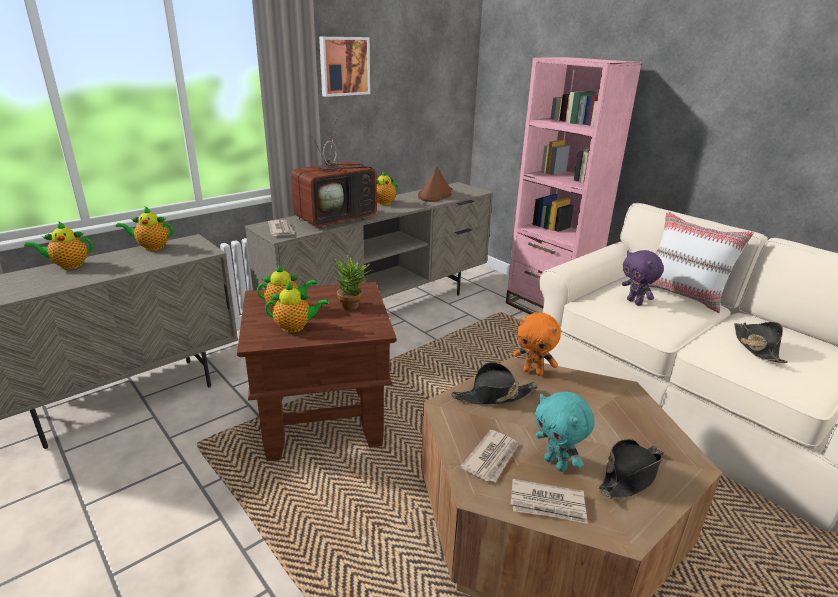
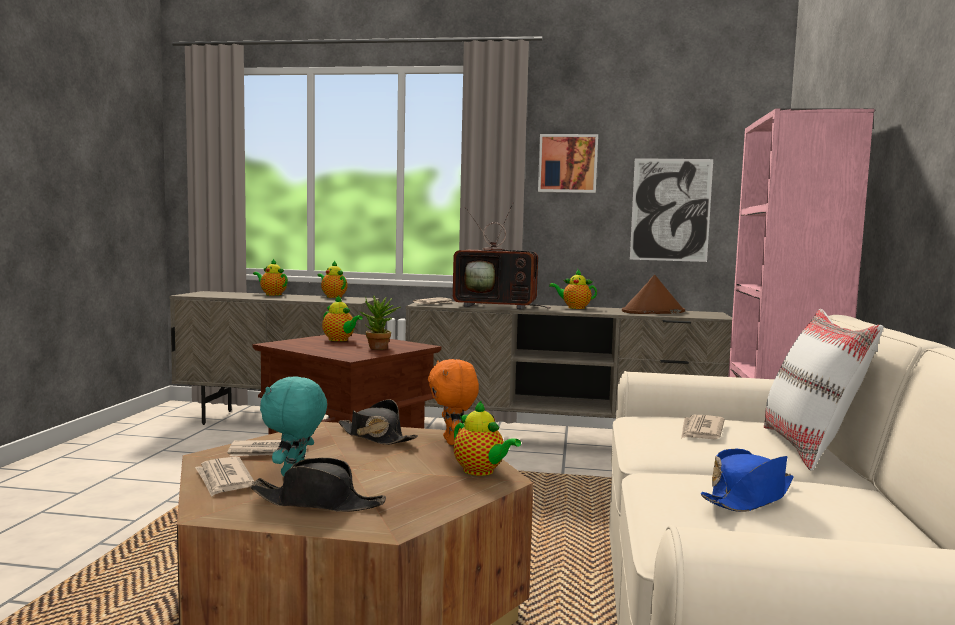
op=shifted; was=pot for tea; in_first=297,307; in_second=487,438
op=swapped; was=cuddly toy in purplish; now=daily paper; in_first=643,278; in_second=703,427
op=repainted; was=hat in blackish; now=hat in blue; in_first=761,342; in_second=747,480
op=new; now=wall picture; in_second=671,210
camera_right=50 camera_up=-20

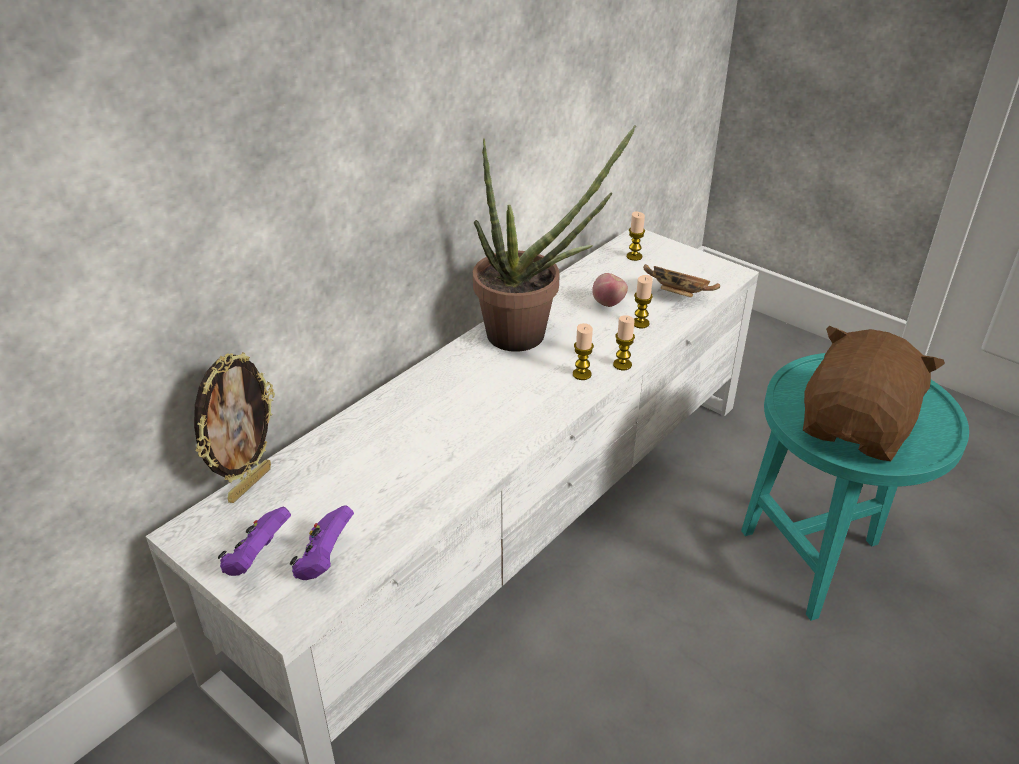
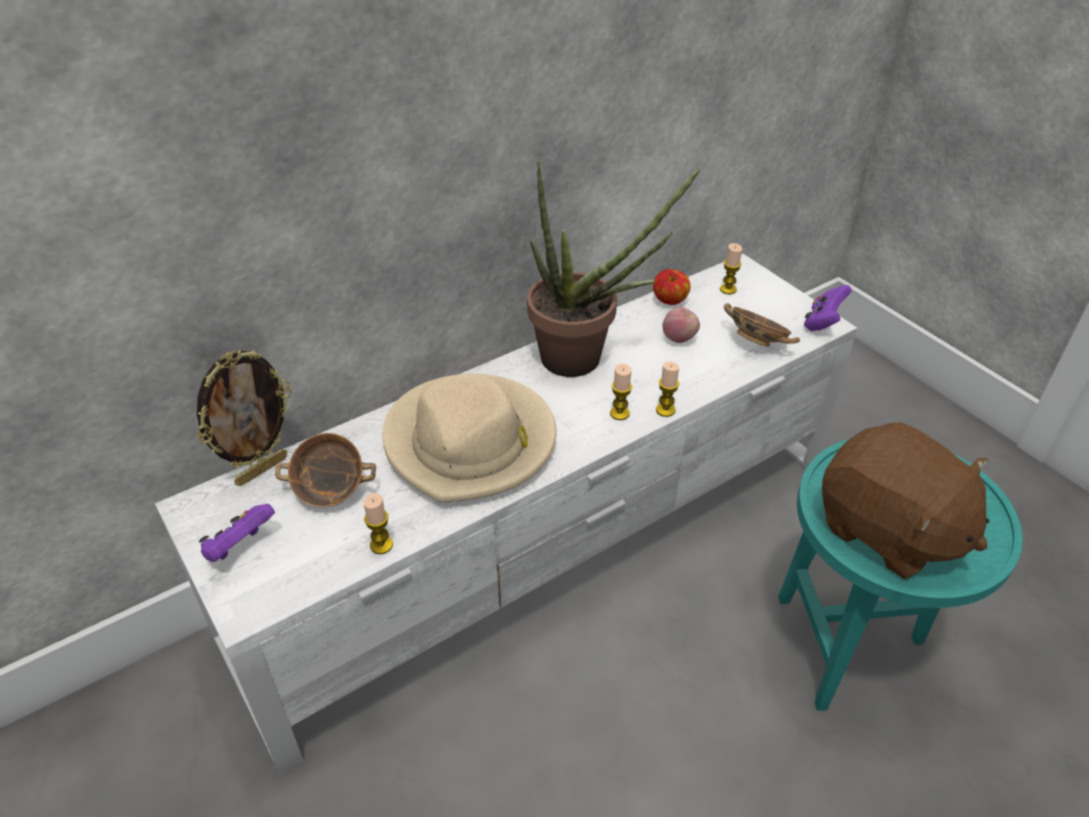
op=shifted; was=game controller in purplish; in_first=322,542; in_second=828,308
op=shifted; was=wax candle; in_first=643,301; in_second=378,523
op=rotated; was=cuddly toy in brownish; in_first=874,393; in_second=905,500; clockwise=90
op=new; now=bowl; in_second=325,470
op=new; now=hat in sand-coloured; in_second=470,438
op=new; now=apple fruit; in_second=672,287
camera_right=15 camera_up=5

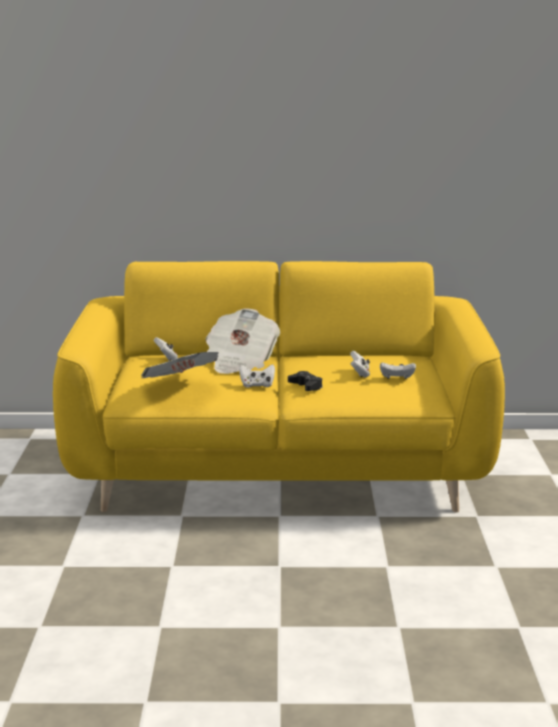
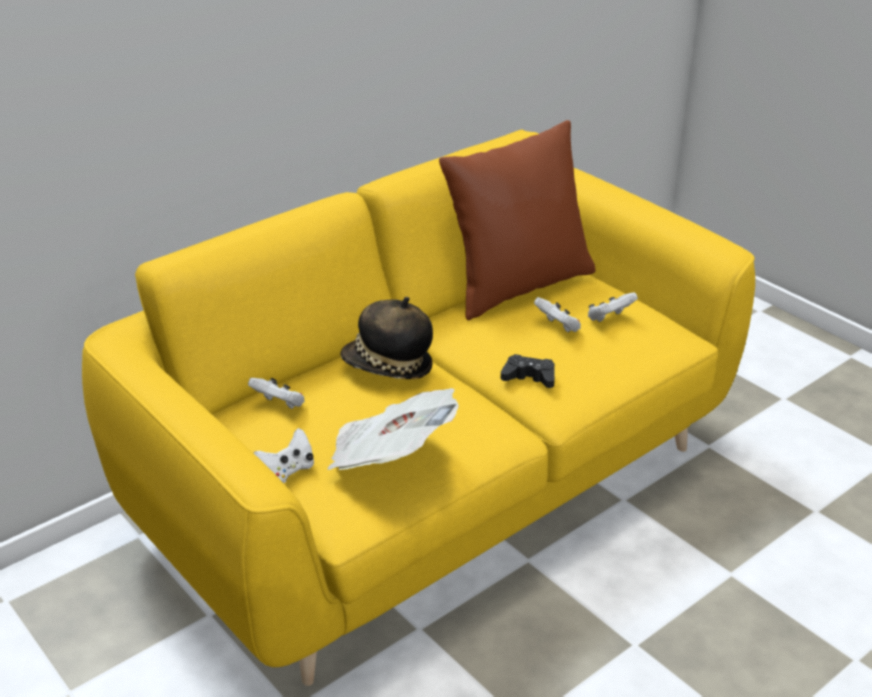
op=swapped; was=daily paper; now=hat; in_first=242,341; in_second=386,338
op=shifted; was=game controller in whitish; in_first=257,376; in_second=284,455
op=new; now=pillow in brownish; in_second=517,220
camera_right=-40 camera_up=15

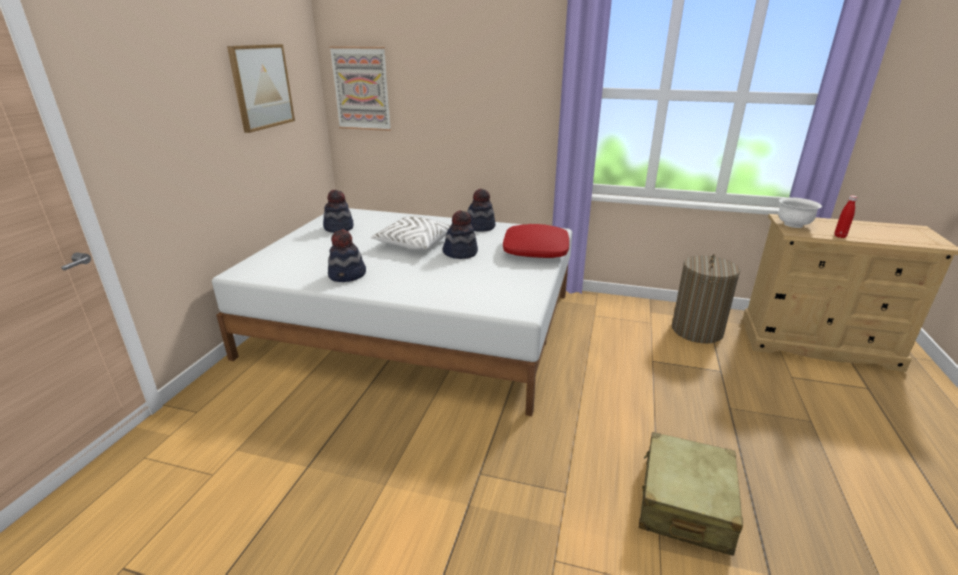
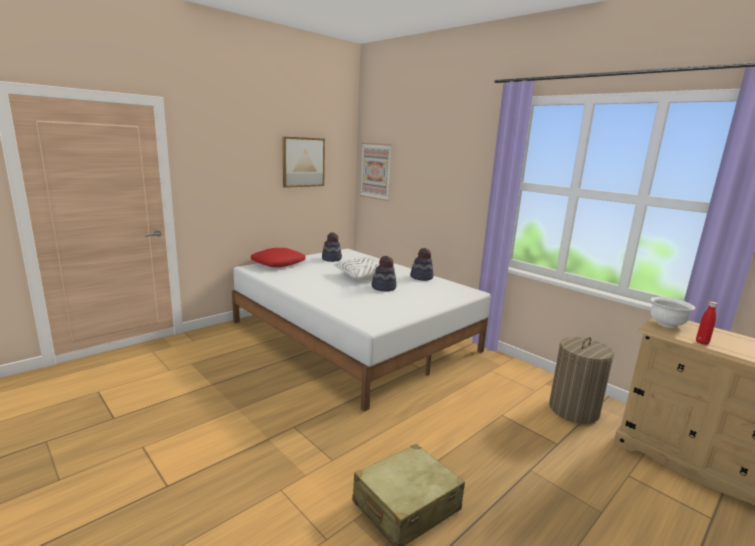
op=gone; was=hat; in_first=347,255
op=shifted; was=pillow in red; in_first=536,241; in_second=278,257
camera_right=30 camera_up=-10

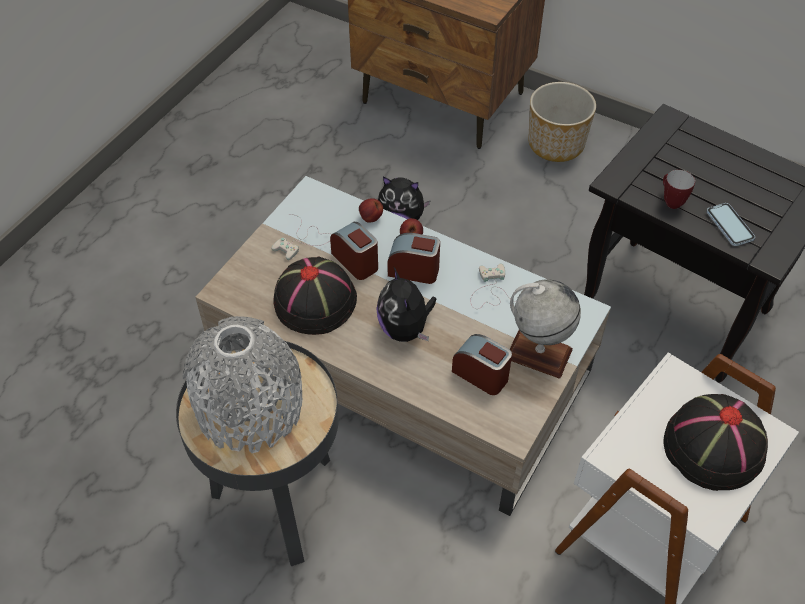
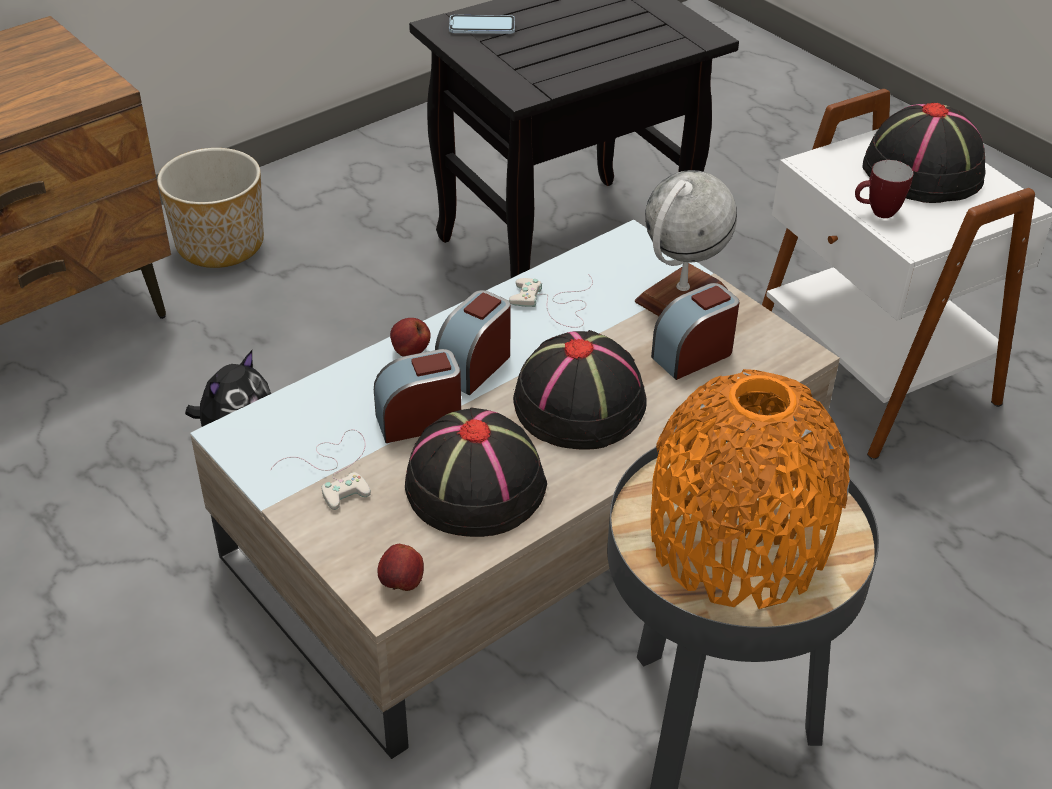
op=repainted; was=flower vase in grey; now=flower vase in orange-coloured; in_first=242,384; in_second=750,489
op=shifted; was=apple fruit; in_first=371,210; in_second=400,567
op=swapped; was=cuddly toy; now=hat in blackish; in_first=407,304; in_second=579,390
op=shifted; was=mug; in_first=679,189; in_second=884,189
op=shifted; was=handset; in_first=731,224; in_second=482,24
camera_right=-70 camera_up=-10

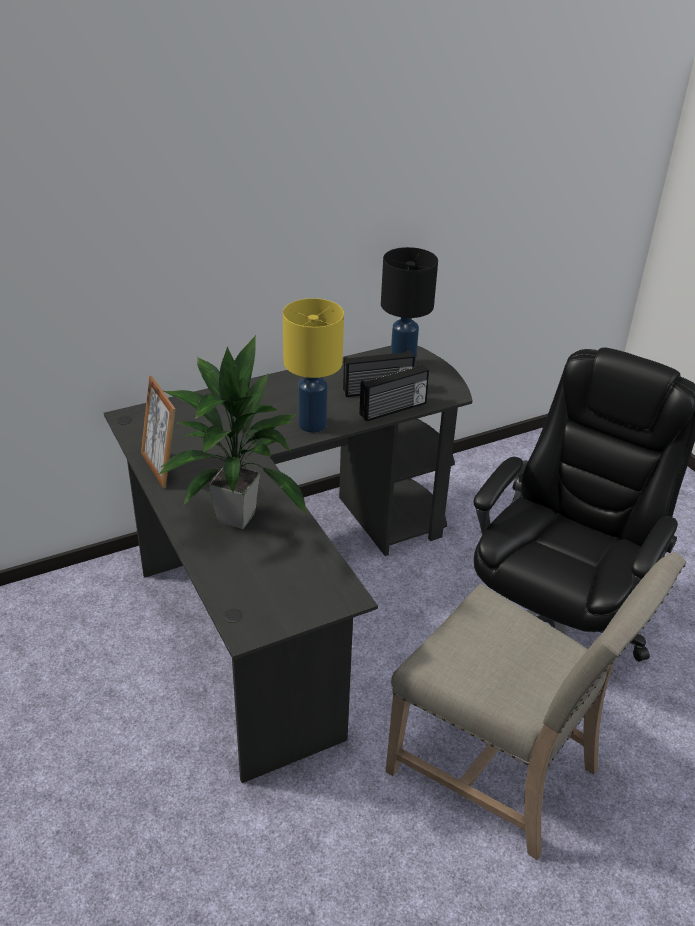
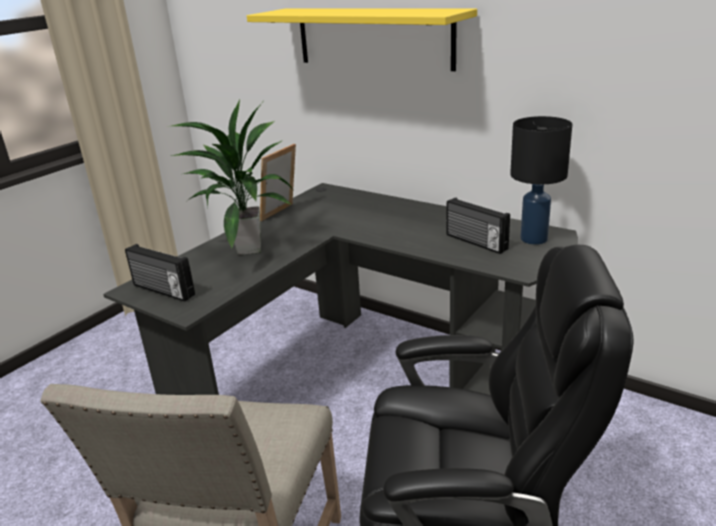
op=gone; was=tabletop lamp in yellow; in_first=313,365
op=shifted; was=radio set; in_first=394,393; in_second=160,273
op=new; now=shelf in yellow; in_second=362,40
camera_right=65 camera_up=-10

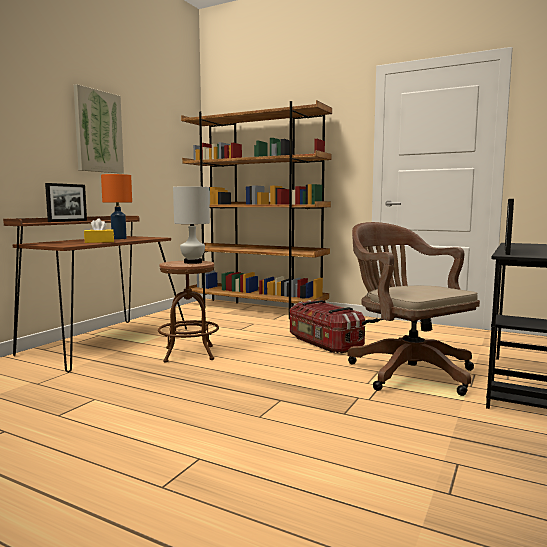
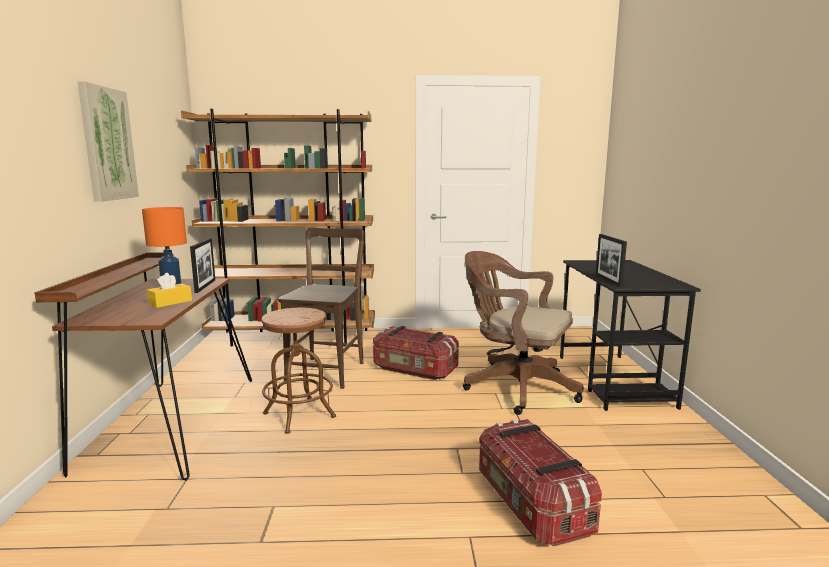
op=shifted; was=standing frame; in_first=66,202; in_second=202,265
op=gone; was=tabletop lamp in whitish; in_first=191,225
op=new; now=plain chair in brownish; in_second=321,308
op=new; now=storage container; in_second=540,482
camera_right=-30 camera_up=5

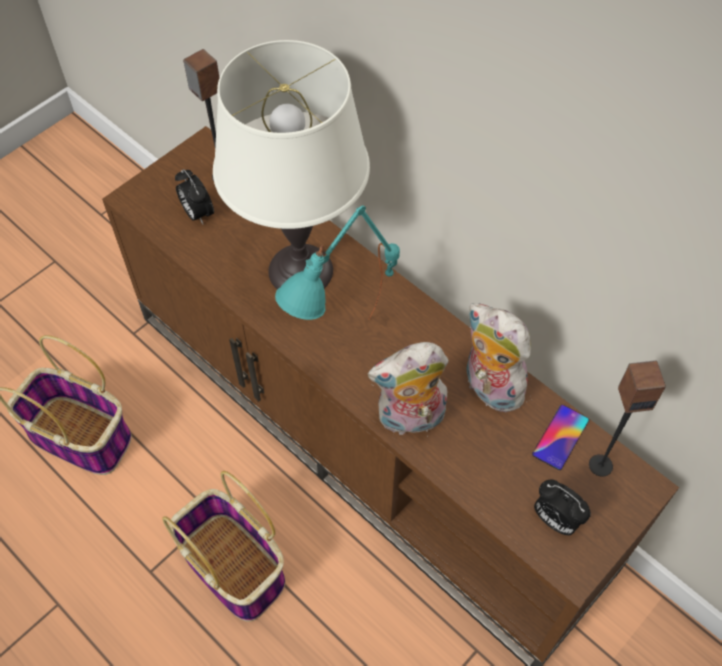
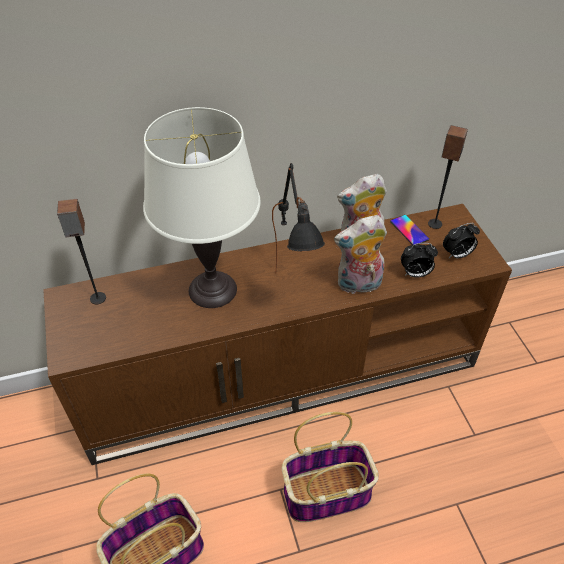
op=shifted; was=alarm clock; in_first=194,196; in_second=419,260
op=repainted; was=tabletop lamp in turquoise-coloured; now=tabletop lamp in blackish; in_first=337,262; in_second=298,218
op=rotated; was=cuddly toy; in_first=408,389; in_second=360,254; clockwise=60
camera_right=-60 camera_up=-10

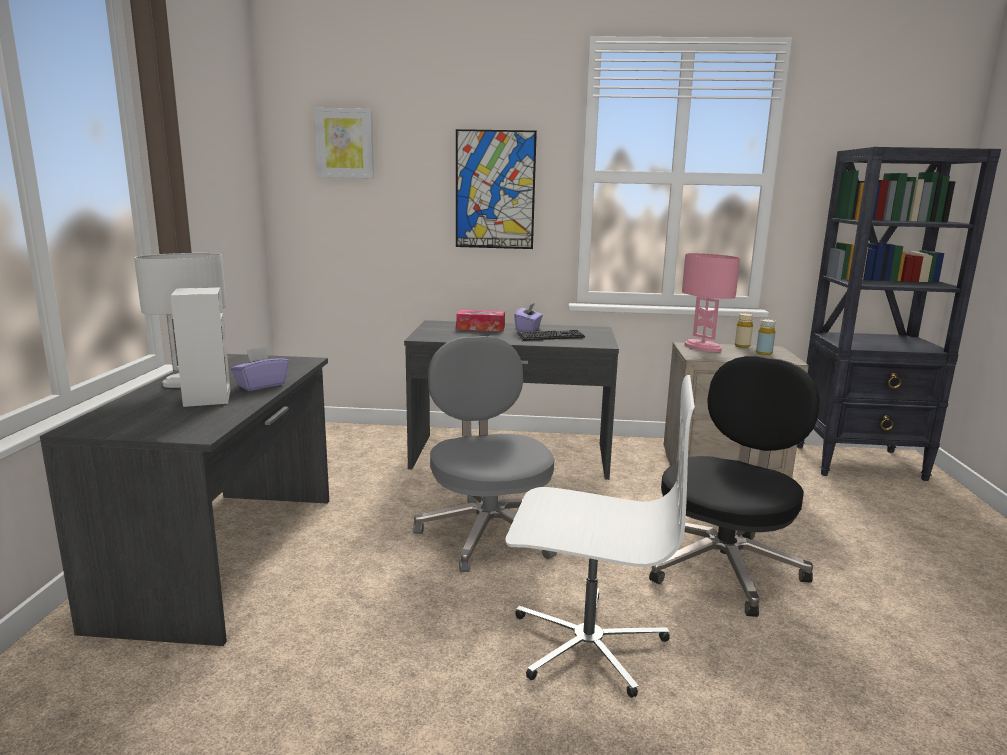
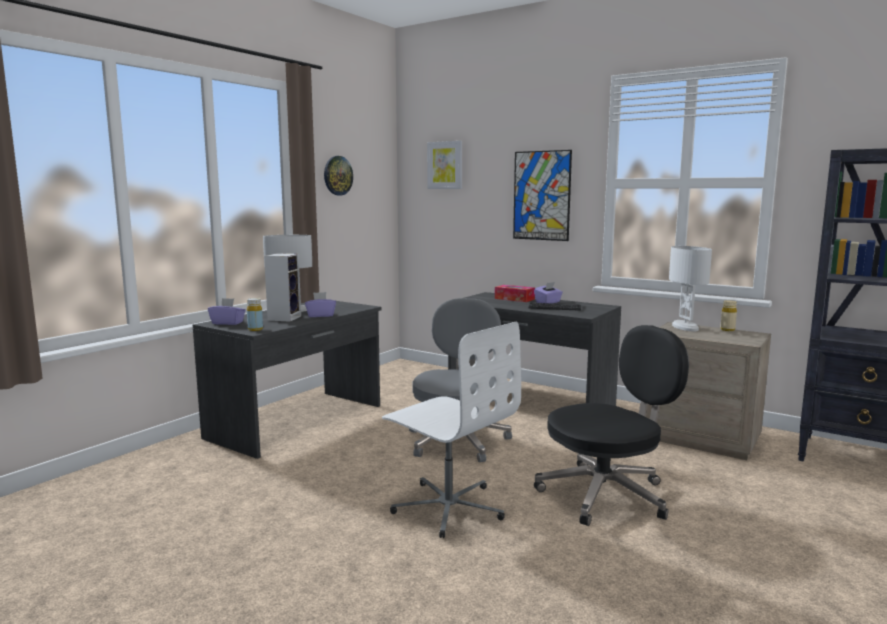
op=repainted; was=tabletop lamp in pink-coloured; now=tabletop lamp in whitish; in_first=711,302; in_second=690,288
op=shifted; was=bottle in yellow; in_first=766,337; in_second=255,314
op=new; now=box of tissues in purplish; in_second=227,311
op=new; now=hanging clock; in_second=338,175
camera_right=30 camera_up=-5

